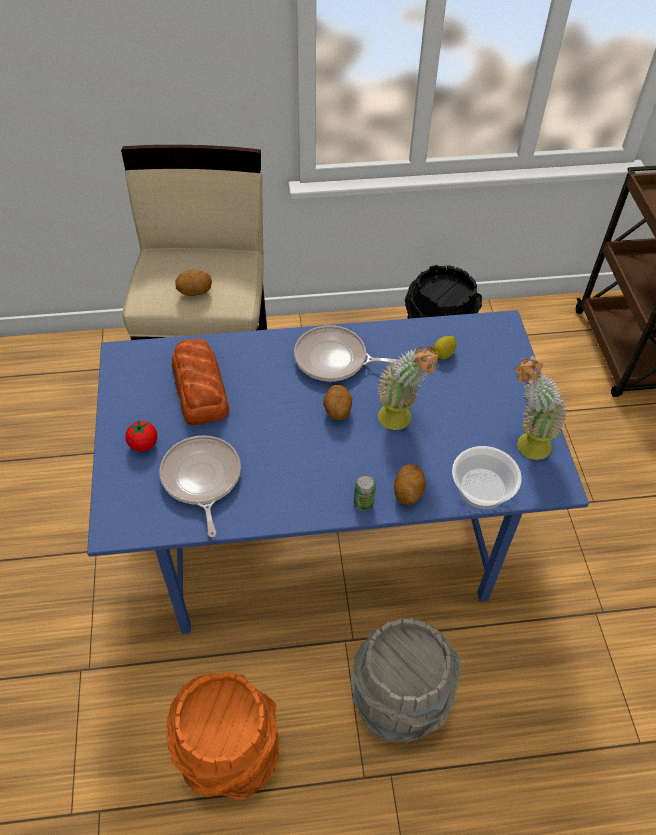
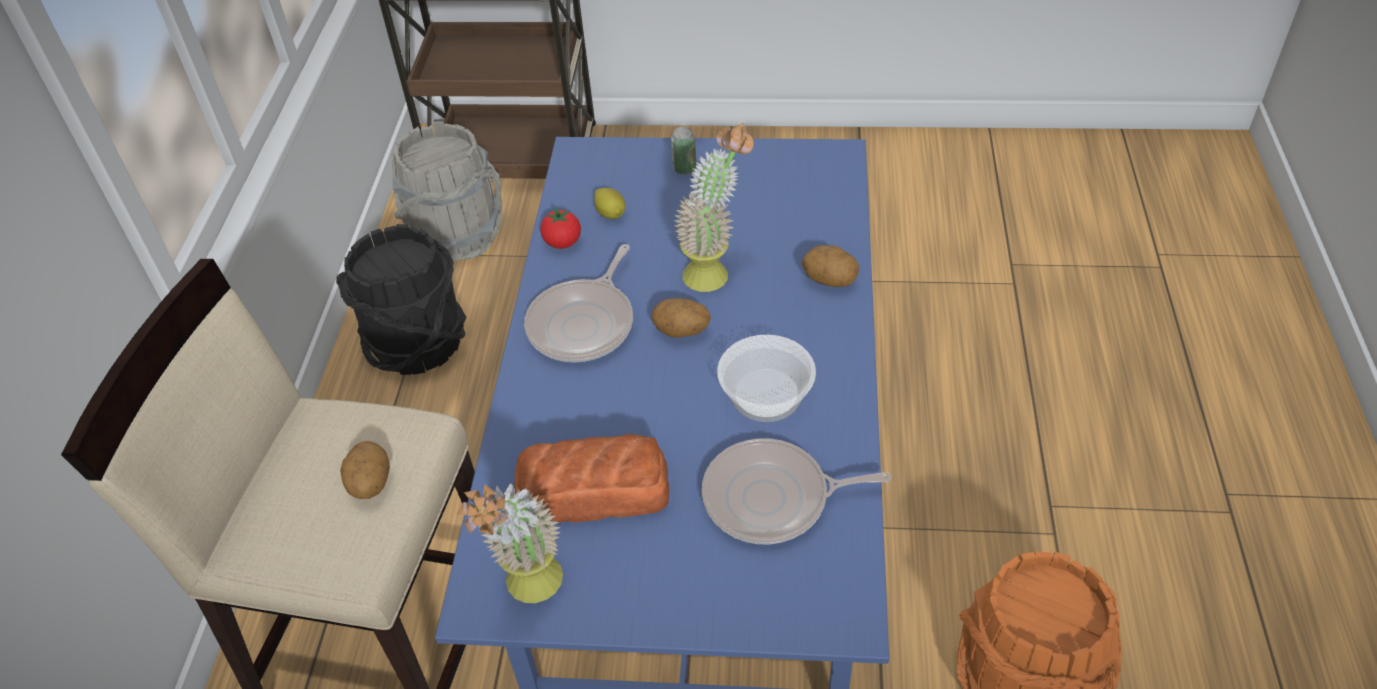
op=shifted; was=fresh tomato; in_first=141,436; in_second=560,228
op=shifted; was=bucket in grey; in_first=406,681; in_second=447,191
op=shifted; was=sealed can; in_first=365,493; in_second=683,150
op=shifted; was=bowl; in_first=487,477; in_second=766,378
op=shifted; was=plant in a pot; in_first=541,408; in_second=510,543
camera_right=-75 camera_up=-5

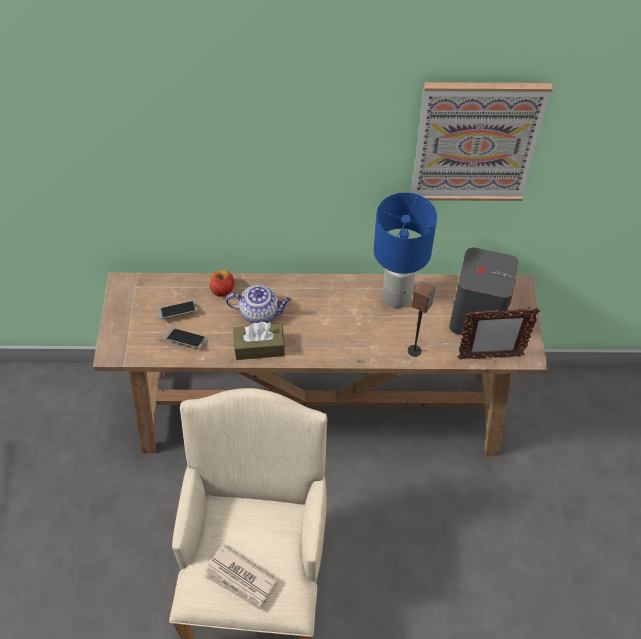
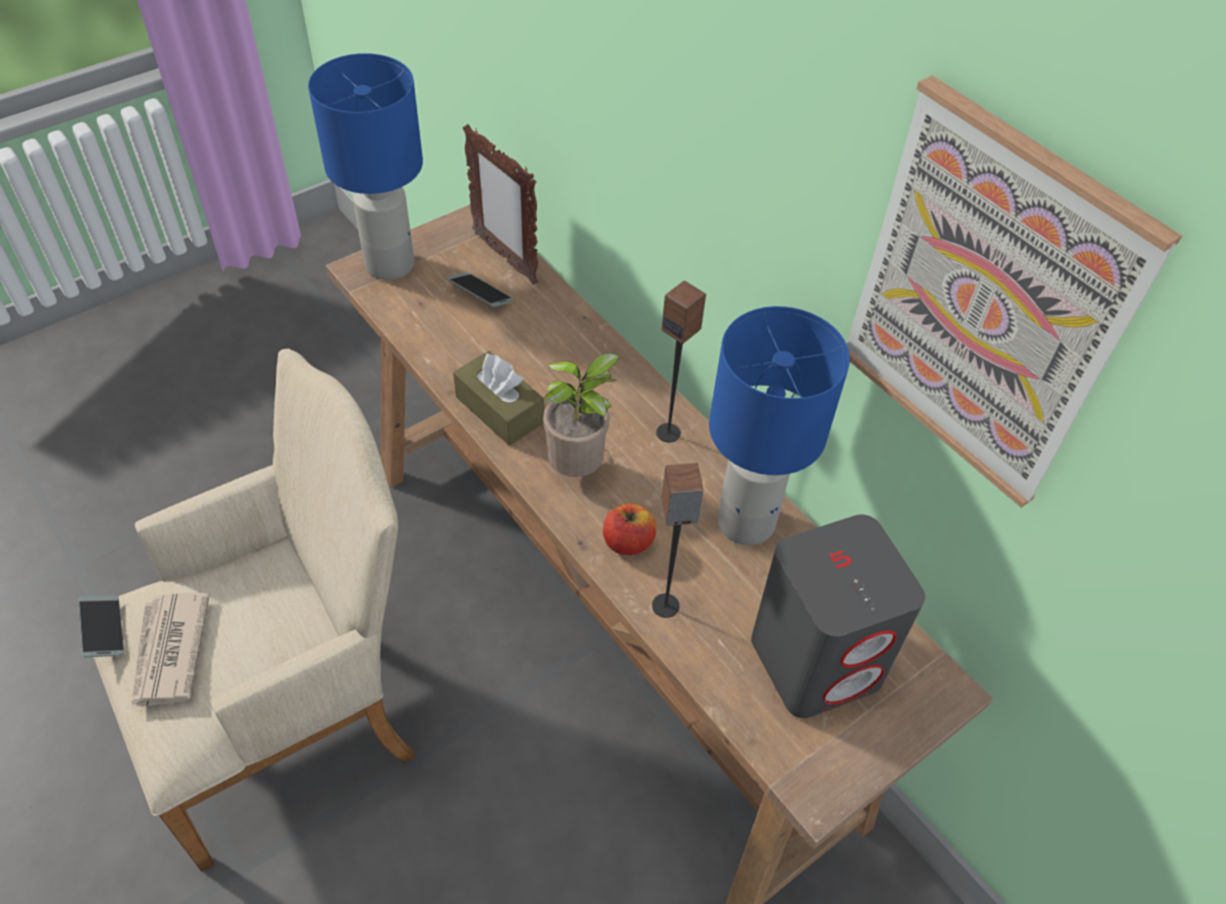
op=shifted; was=handset; in_first=185,338; in_second=101,626
op=shifted; was=apple fruit; in_first=222,283; in_second=629,529
op=gone; was=pot for tea; in_first=258,304
op=shifted; was=standing frame; in_first=498,334; in_second=500,204
op=new; now=tabletop lamp in blue; in_second=365,166
op=new; now=plant in a pot; in_second=581,415
op=new; now=speaker; in_second=681,361
camera_right=50 camera_up=-5

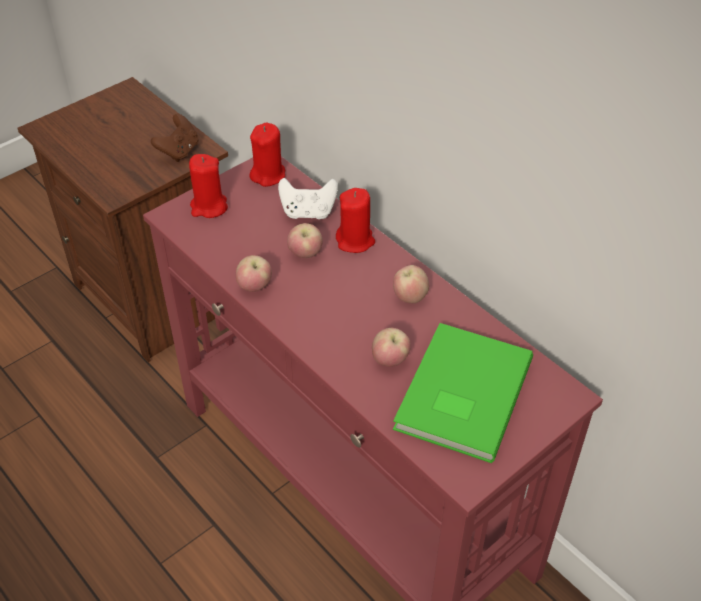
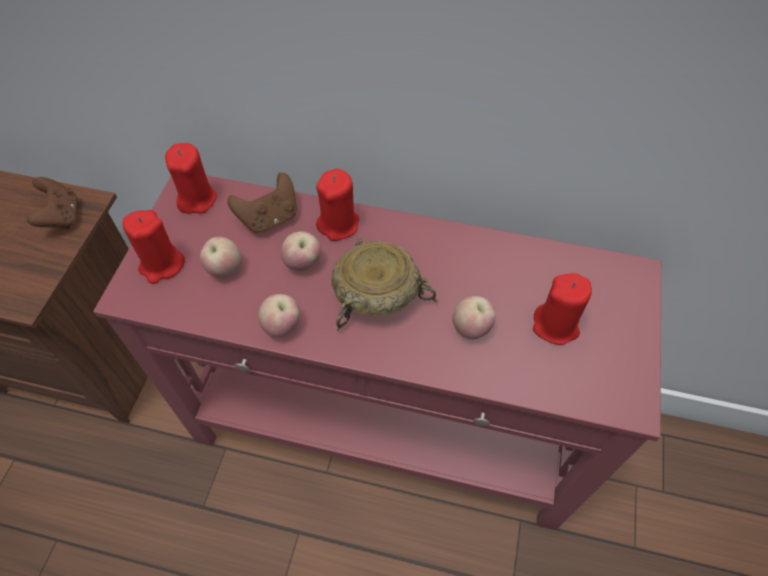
op=repainted; was=game controller in whitish; now=game controller in brownish; in_first=308,198; in_second=262,203
op=shifted; was=apple fruit; in_first=411,284; in_second=220,257
op=swapped; was=bound book in green-coloured; now=wax candle in red; in_first=463,393; in_second=562,309
op=new; now=bowl in sand-coloured; in_second=384,285
camera_right=-35 camera_up=10

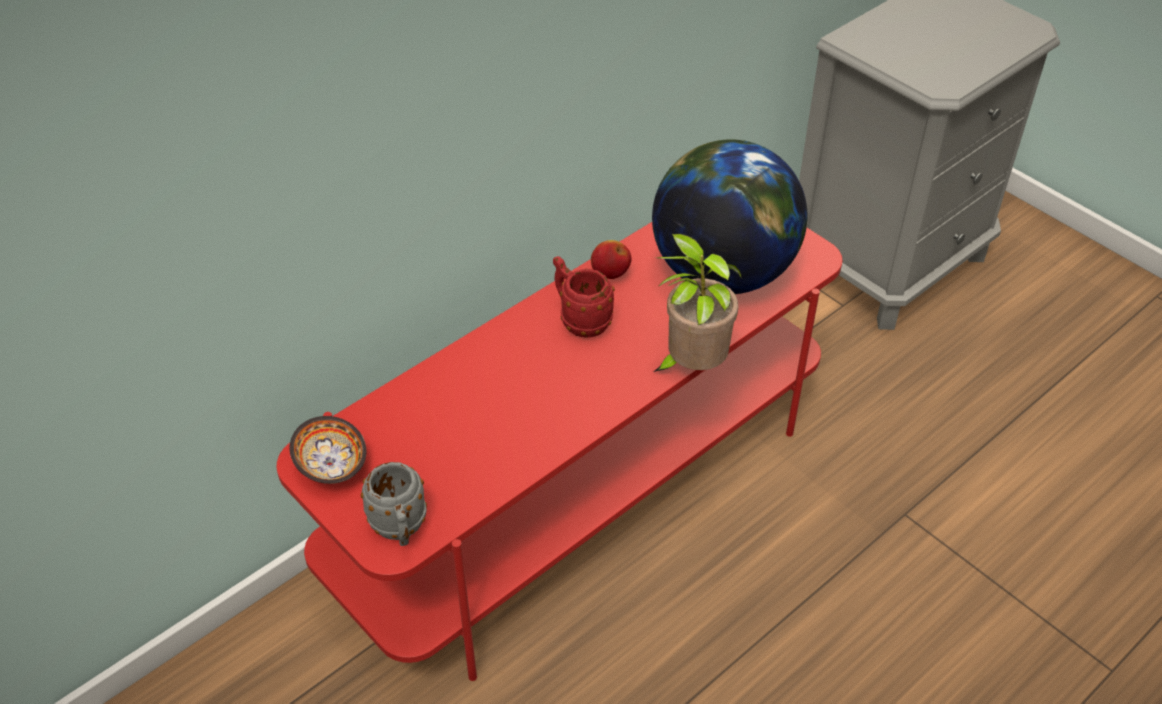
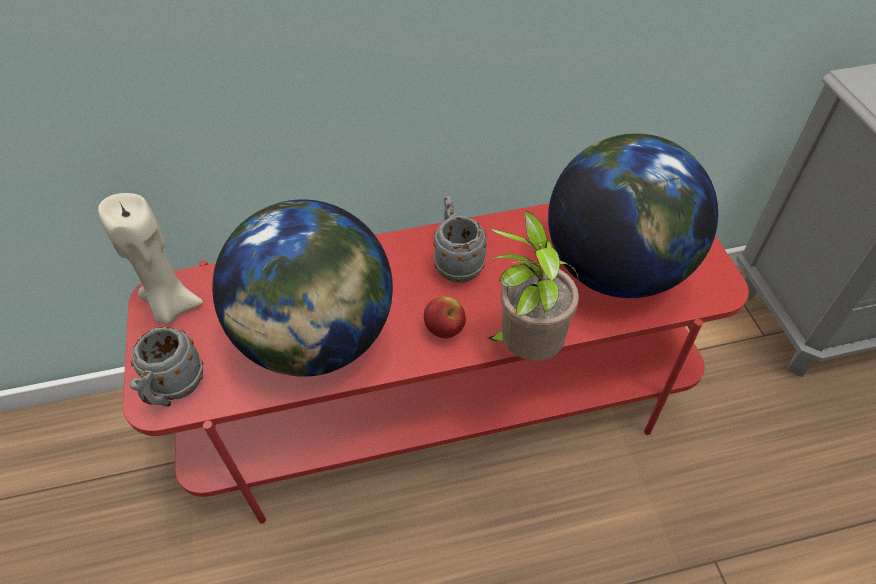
op=swapped; was=bowl; now=wax candle in sand-coloured; in_first=327,450; in_second=150,258
op=repainted; was=mug in red; now=mug in grey; in_first=584,297; in_second=460,239
op=shifted; was=apple fruit; in_first=611,259; in_second=445,317
op=new; now=desk globe; in_second=302,288
camera_right=30 camera_up=5

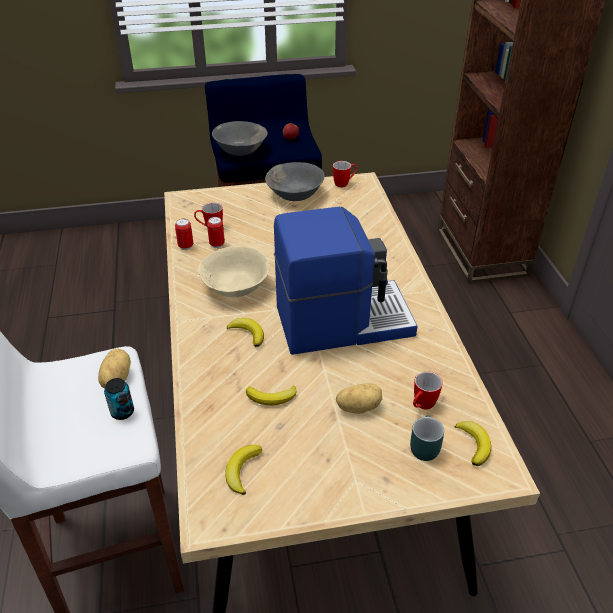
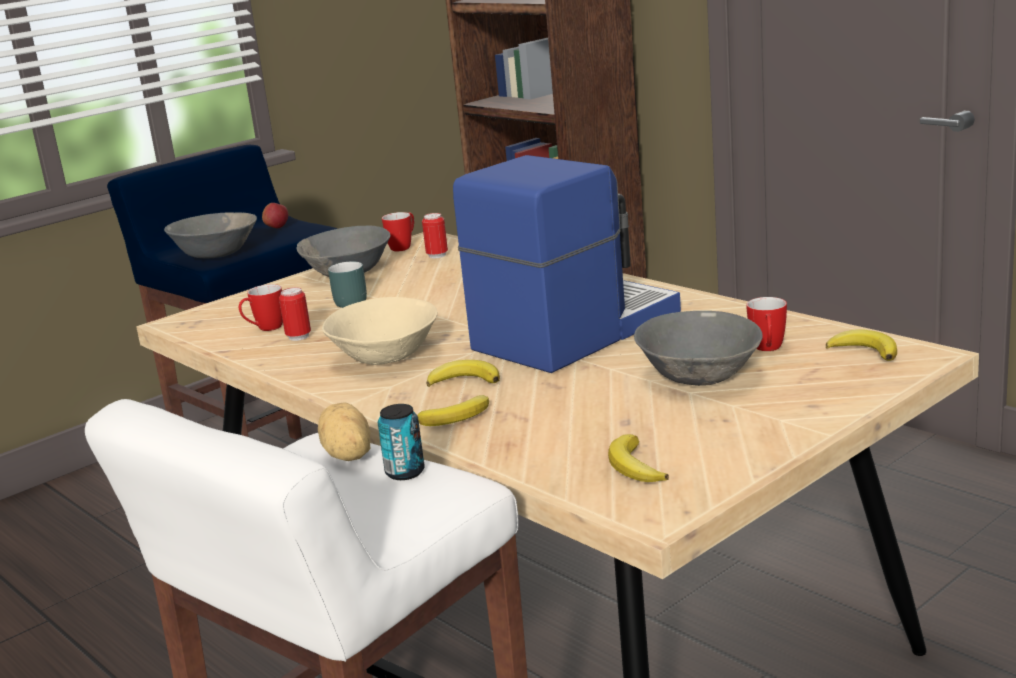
op=shifted; was=sealed can; in_first=184,234; in_second=435,235
op=shifted; was=banana fruit; in_first=271,395; in_second=453,410
op=swapped; was=spud; now=bowl in grey; in_first=359,399; in_second=698,348
op=shifted; was=mug in turquoise-coloured; in_first=427,438; in_second=347,284
camera_right=-30 camera_up=-20

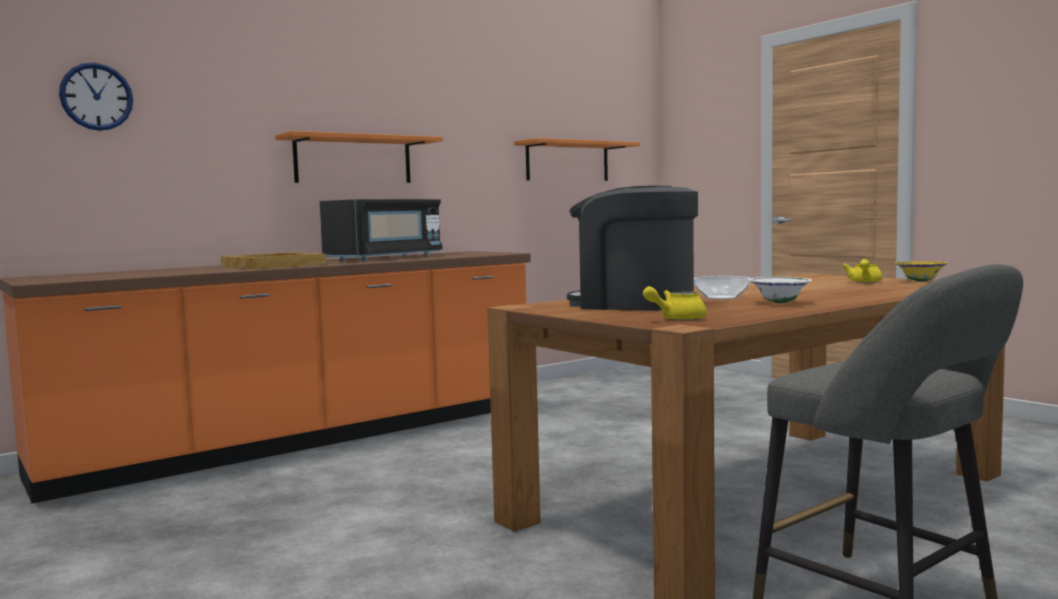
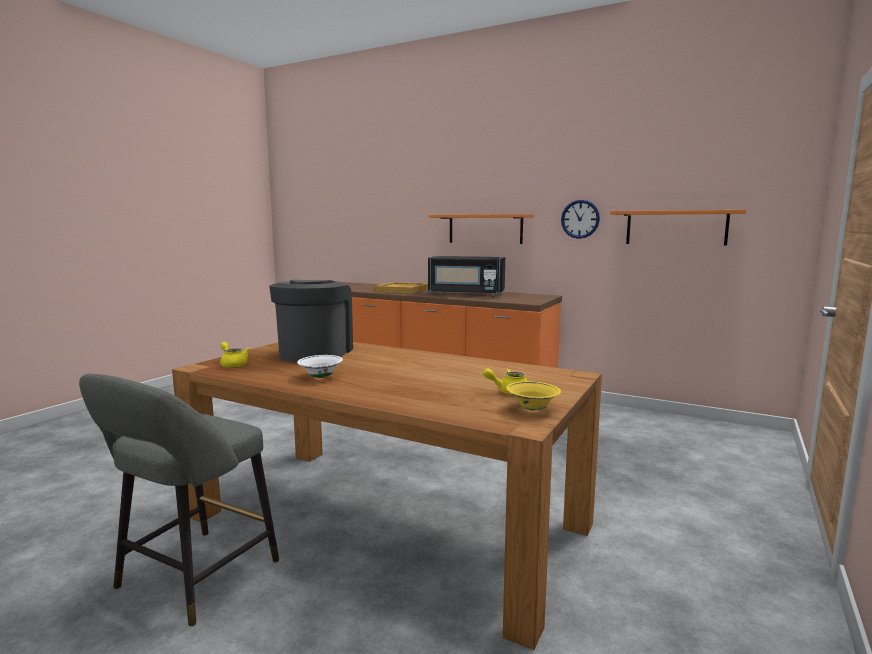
op=shifted; was=hanging clock; in_first=96,97; in_second=580,219
op=gone; was=bowl; in_first=722,288
camera_right=65 camera_up=5

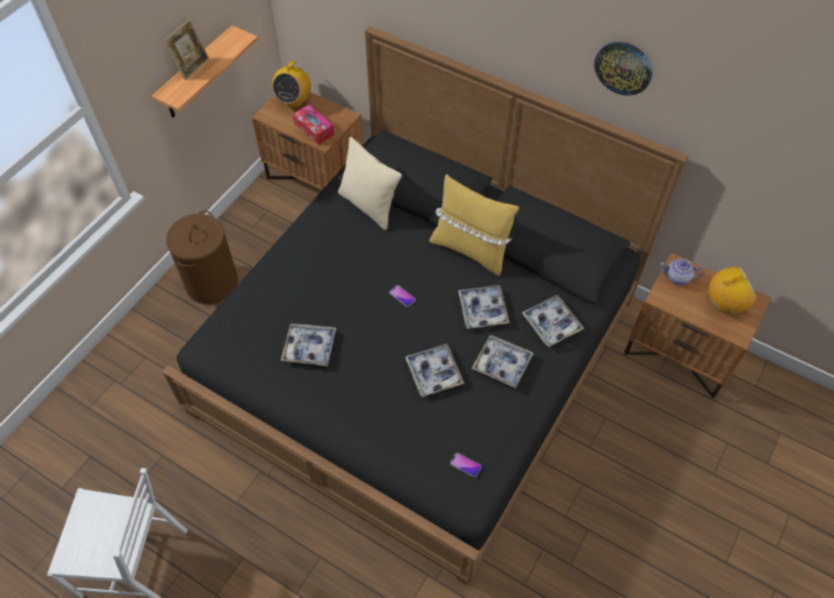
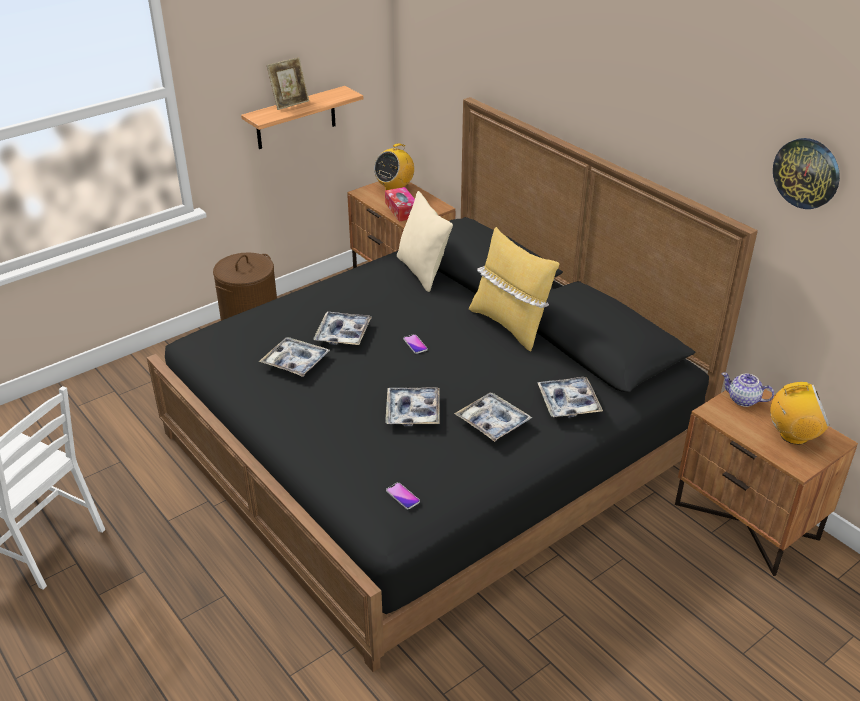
op=shifted; was=serving tray; in_first=484,307; in_second=343,328
op=shifted; was=hanging clock; in_first=623,69; in_second=806,173
camera_right=20 camera_up=-20

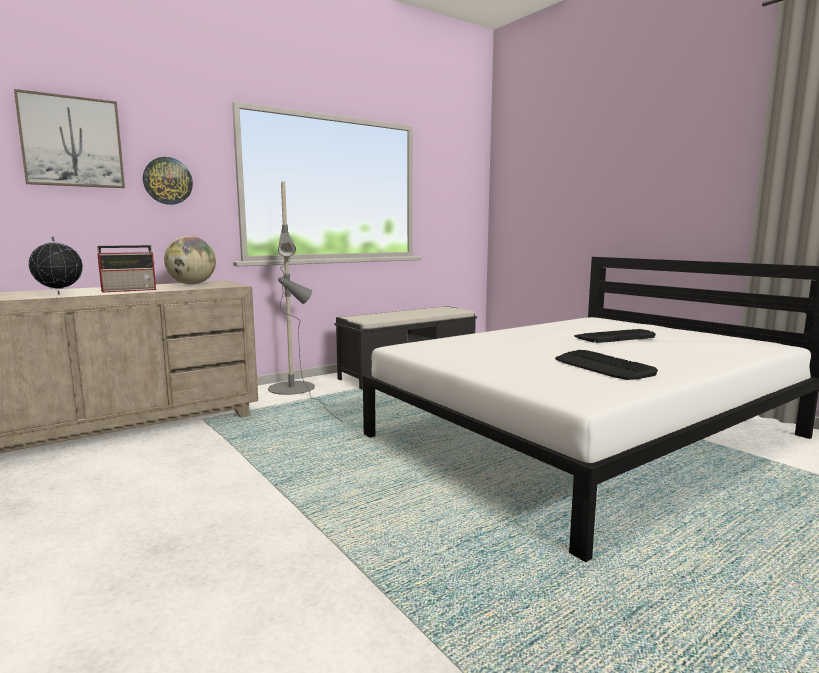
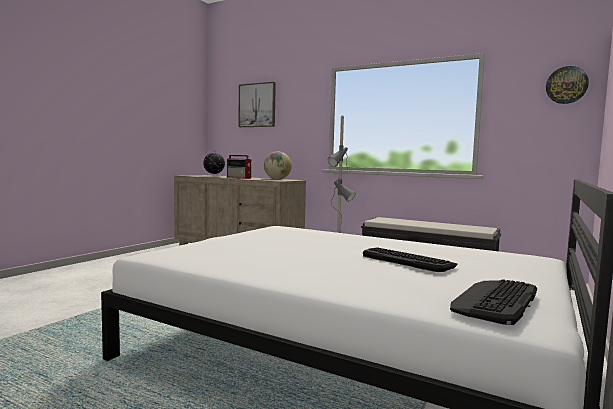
op=shifted; was=hanging clock; in_first=168,181; in_second=567,85
op=shifted; was=computer keyboard; in_first=606,365; in_second=493,302
camera_right=65 camera_up=-5

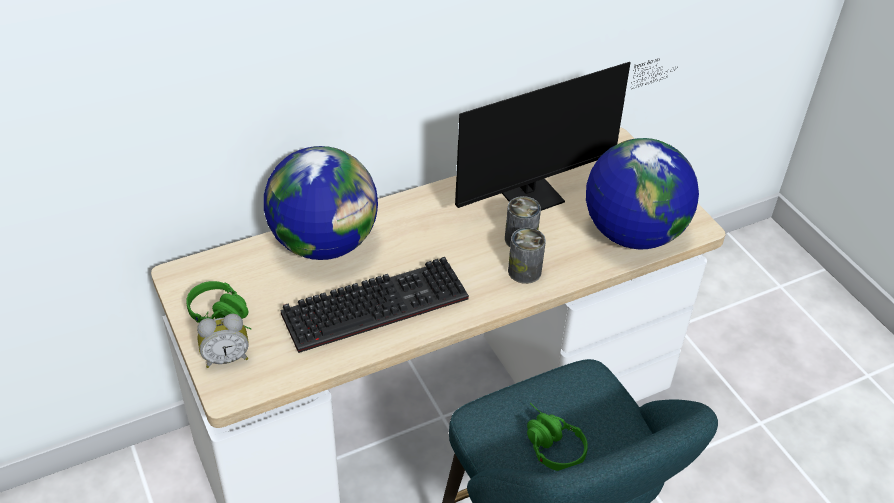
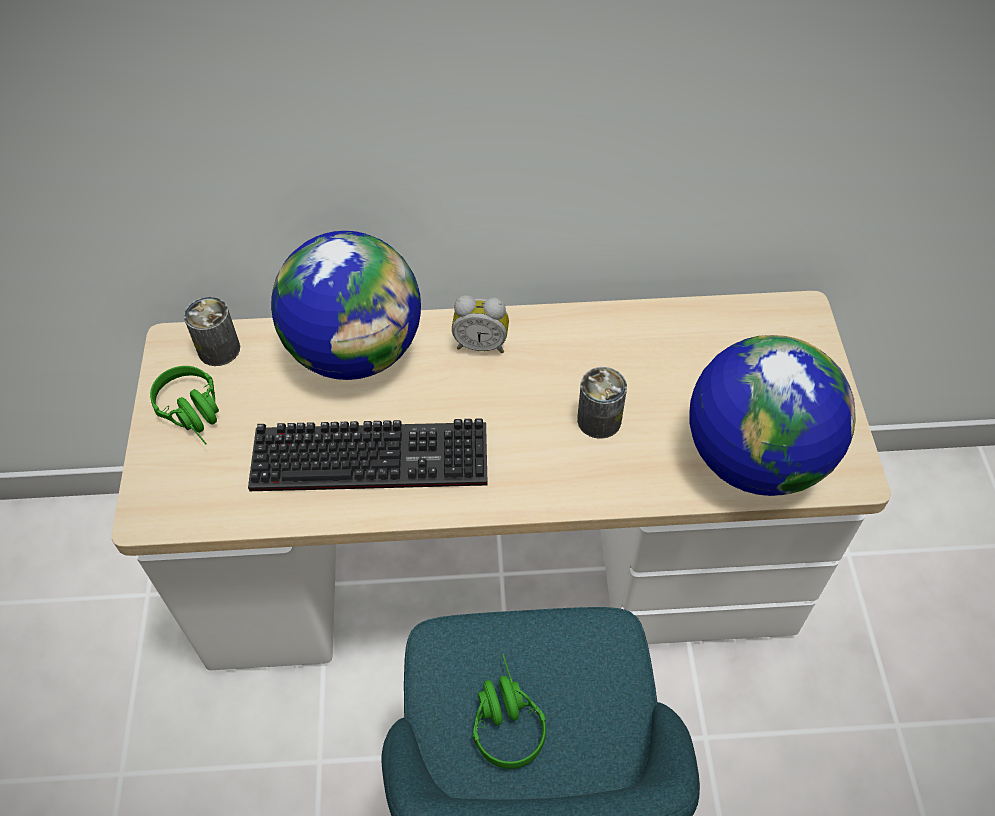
op=shifted; was=alarm clock; in_first=223,341; in_second=480,324
op=gone; was=monitor; in_first=566,134
op=shifted; was=sealed can; in_first=527,256; in_second=212,331
camera_right=25 camera_up=10

